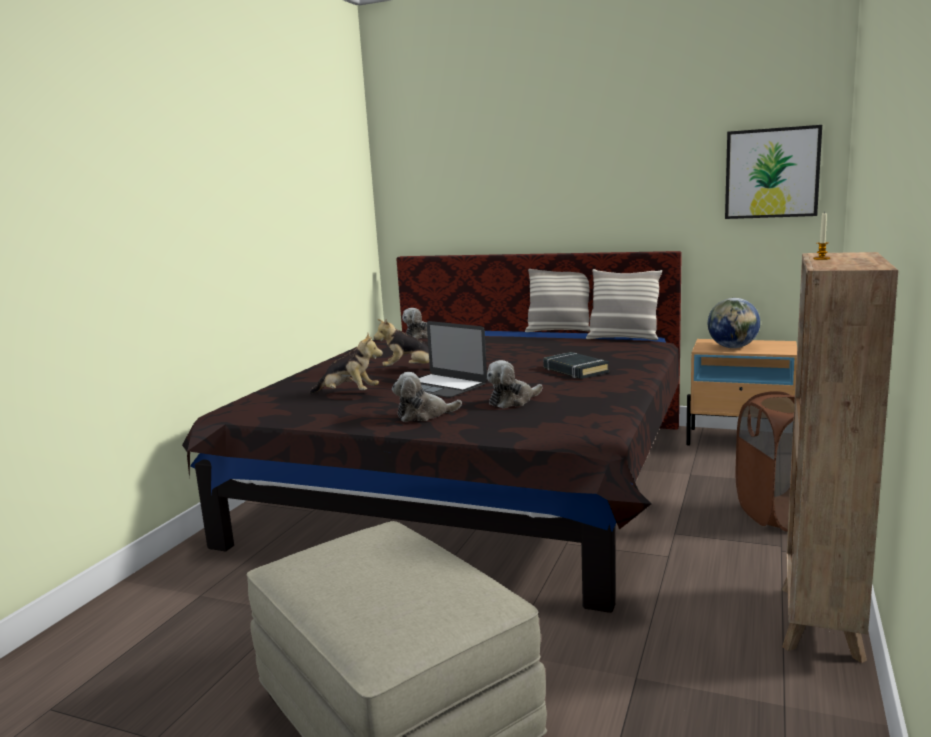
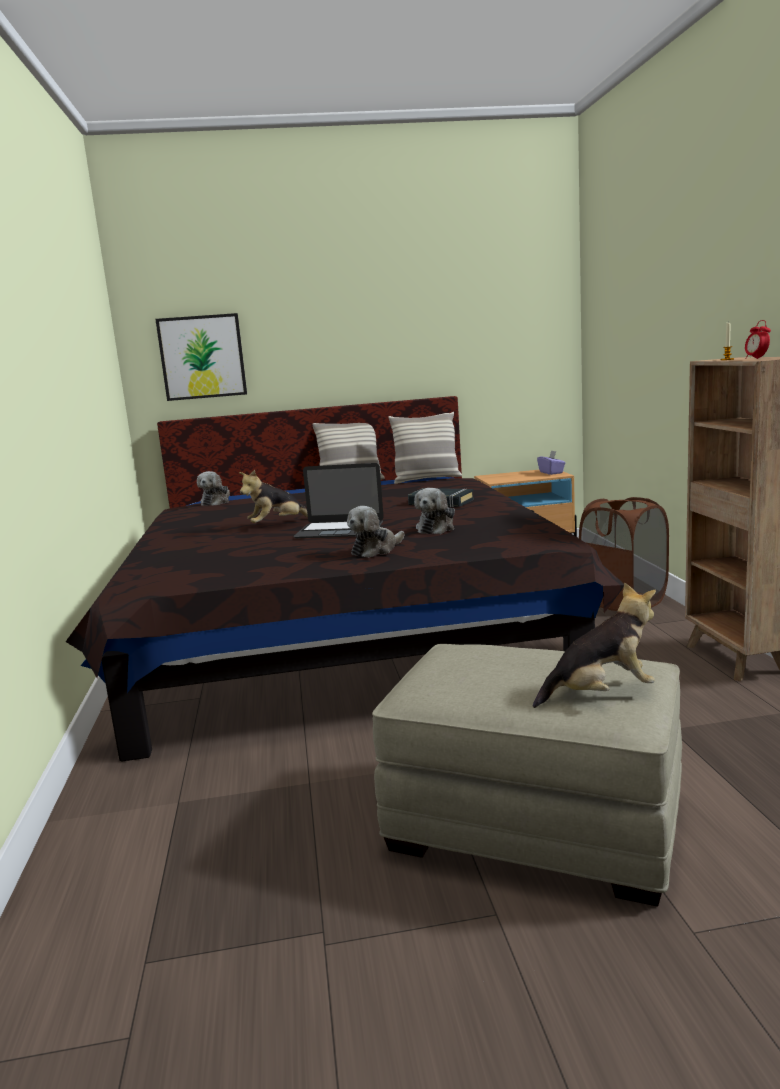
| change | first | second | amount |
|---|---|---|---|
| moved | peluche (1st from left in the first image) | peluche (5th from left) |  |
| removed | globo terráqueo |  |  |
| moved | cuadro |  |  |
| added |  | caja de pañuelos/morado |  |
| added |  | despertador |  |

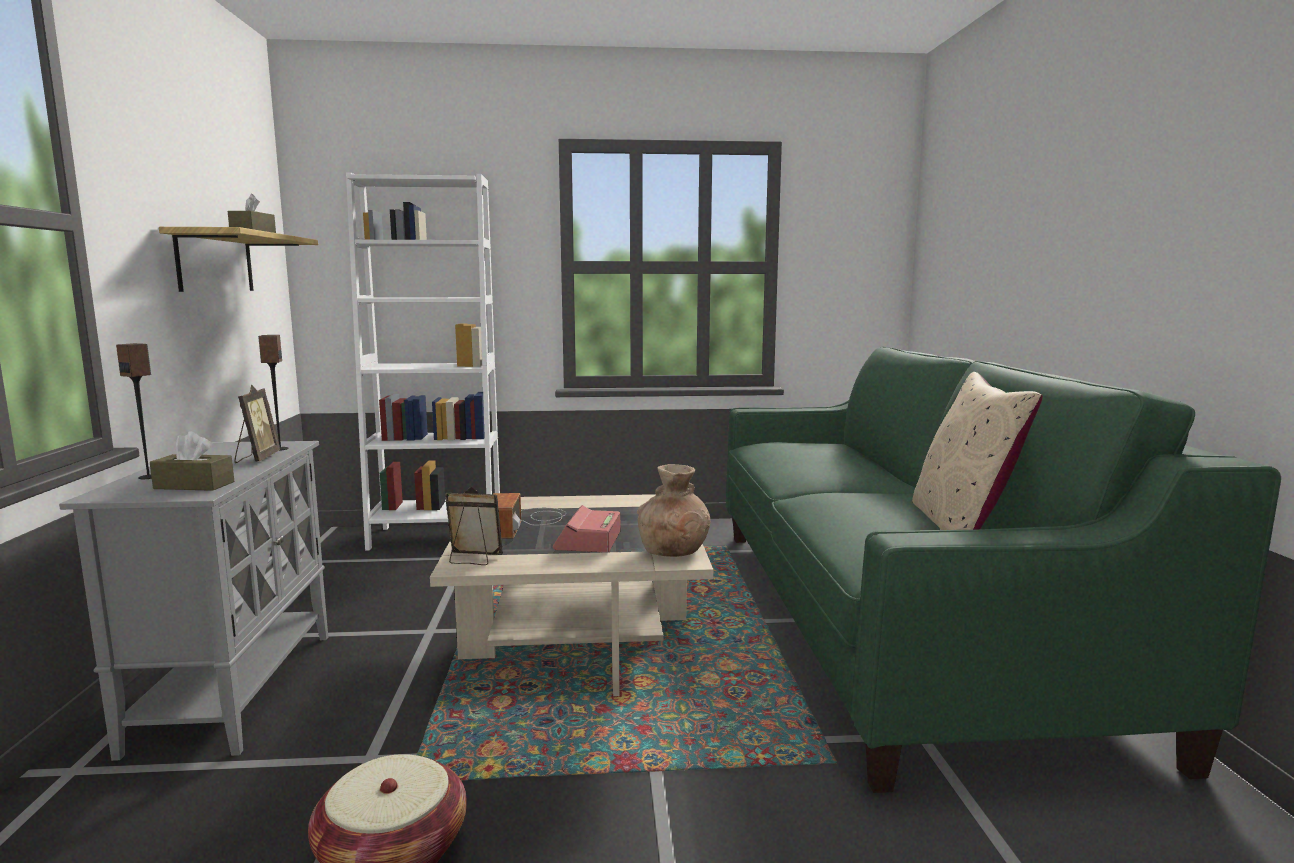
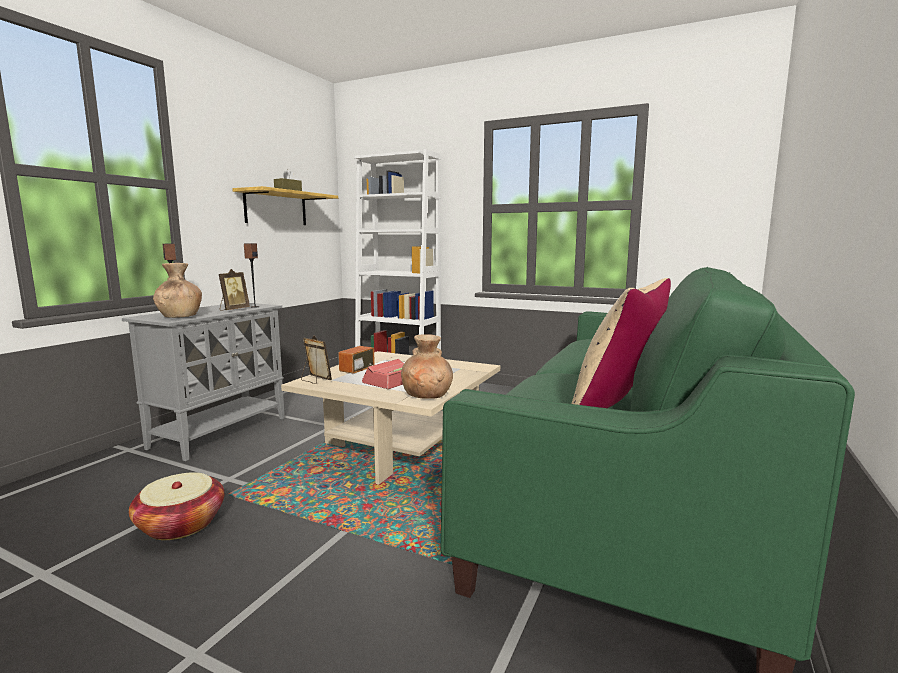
| change | first | second | amount |
|---|---|---|---|
| replaced | caja de pañuelos/marrón (1st from left) | florero/marrón (1st from left) |  |

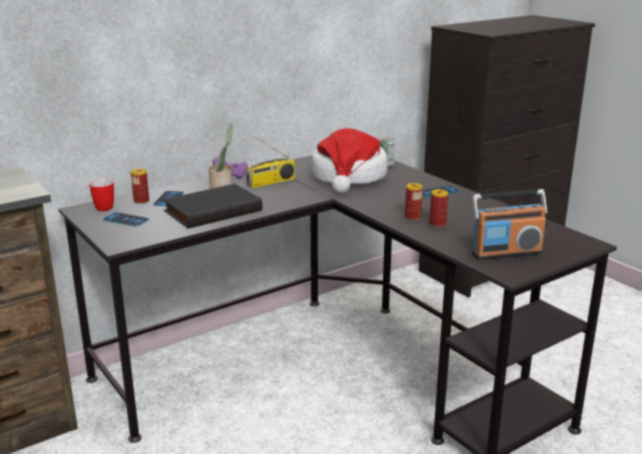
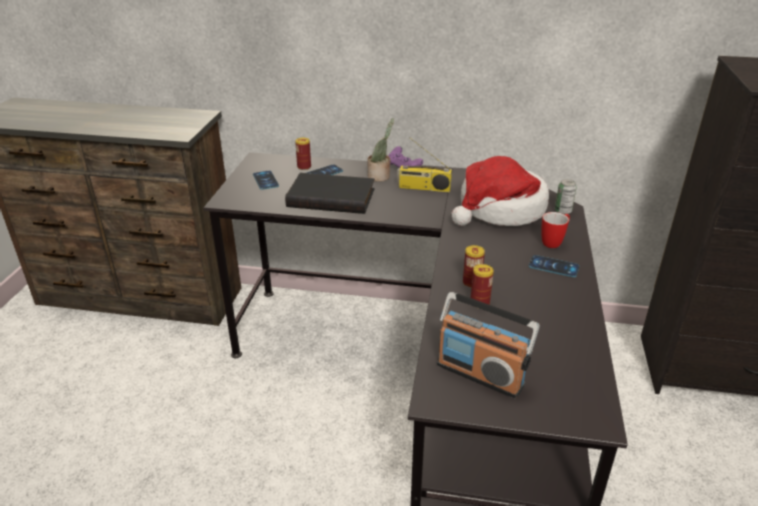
| change | first | second | amount |
|---|---|---|---|
| moved | taza grande |  |  |

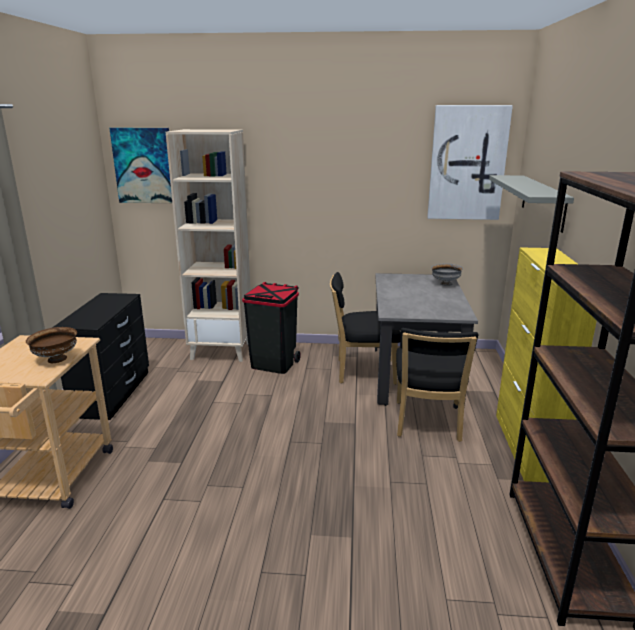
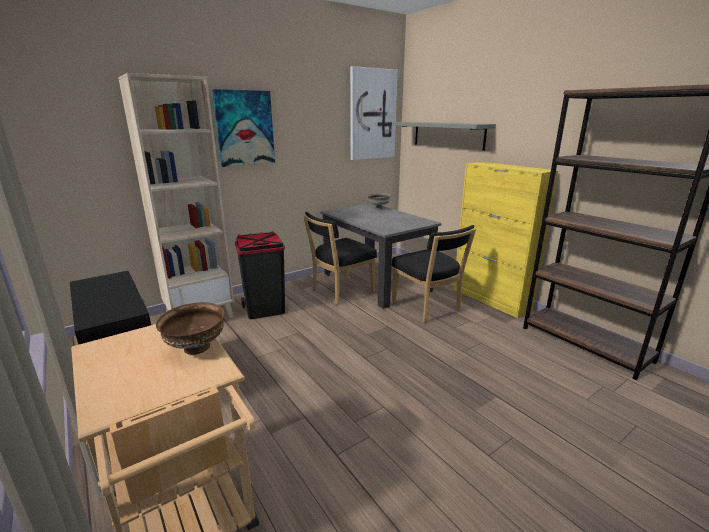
| change | first | second | amount |
|---|---|---|---|
| moved | cuadro (1st from left) |  |  |

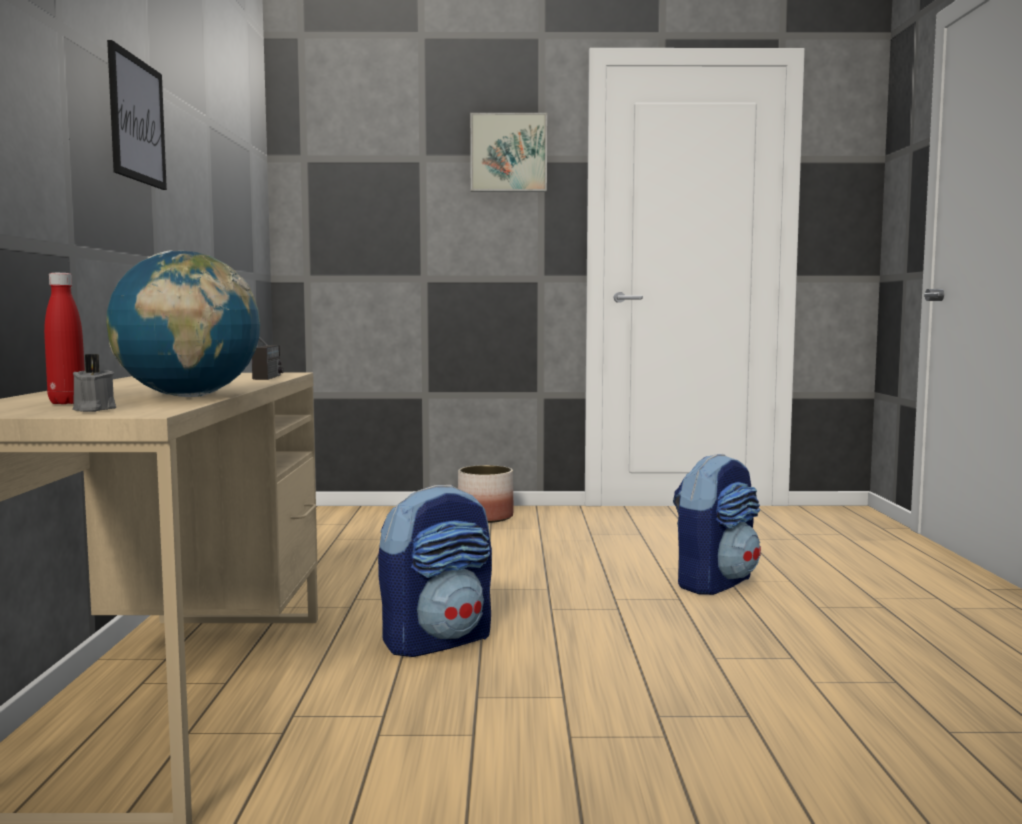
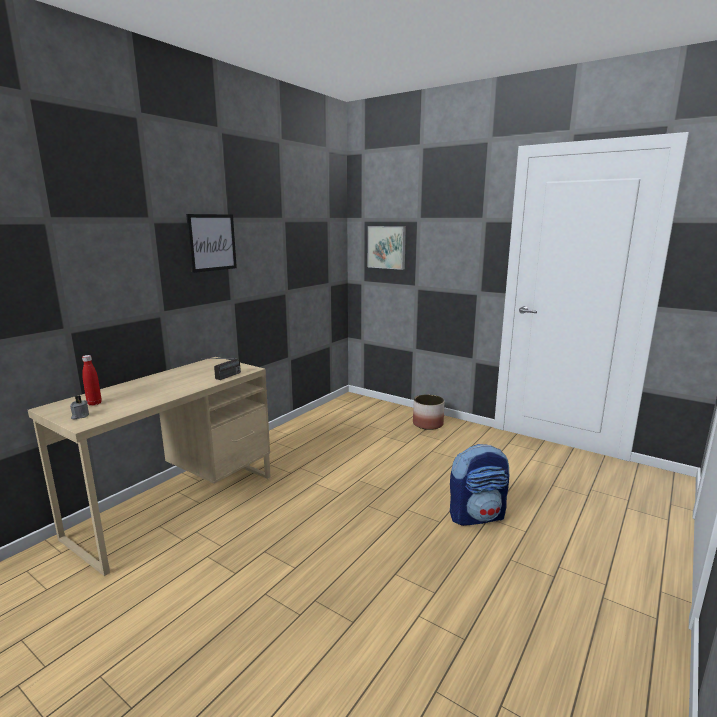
| change | first | second | amount |
|---|---|---|---|
| removed | globo terráqueo |  |  |
| removed | mochila (1st from left) |  |  |
| moved | cuadro (2nd from left) |  |  |

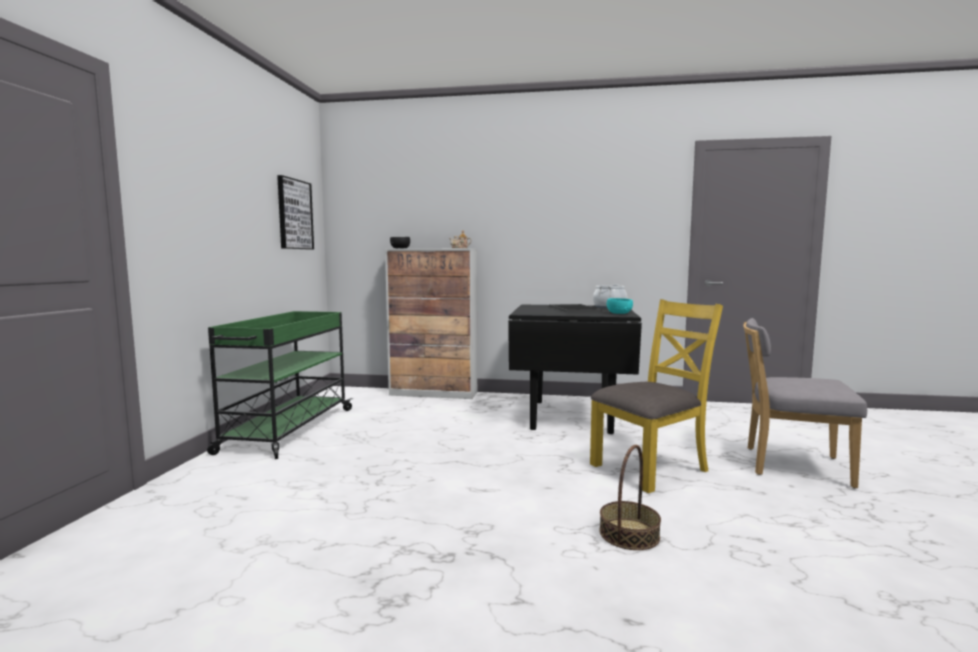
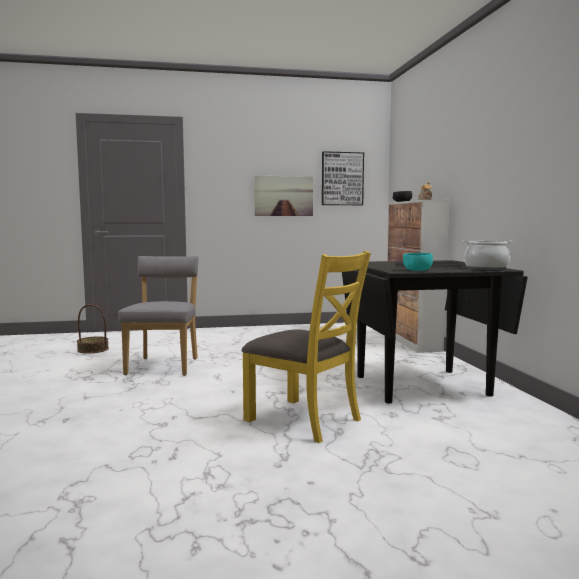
| change | first | second | amount |
|---|---|---|---|
| removed | carrito/verde |  |  |
| moved | cesta |  |  |
| moved | silla/gris |  |  |
| added |  | cuadro (1st from left) |  |

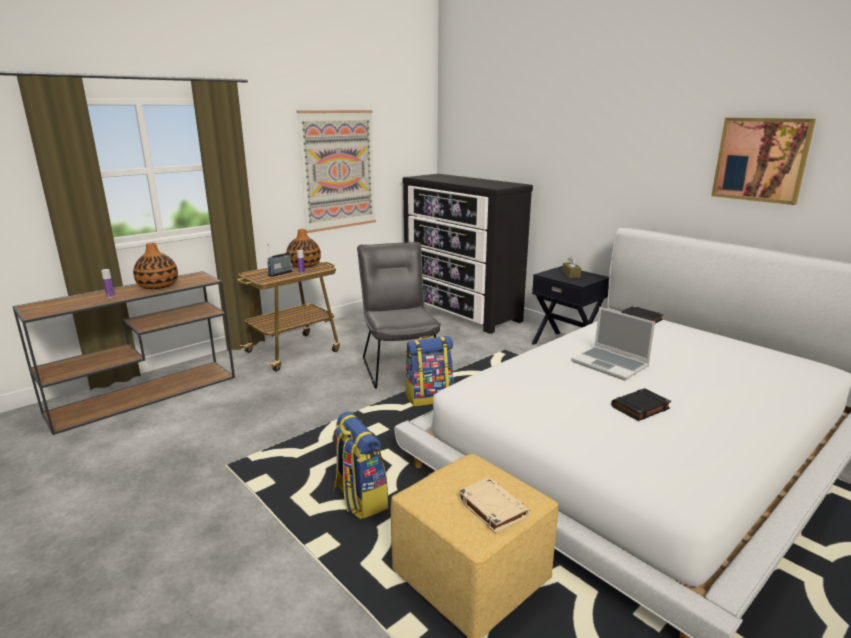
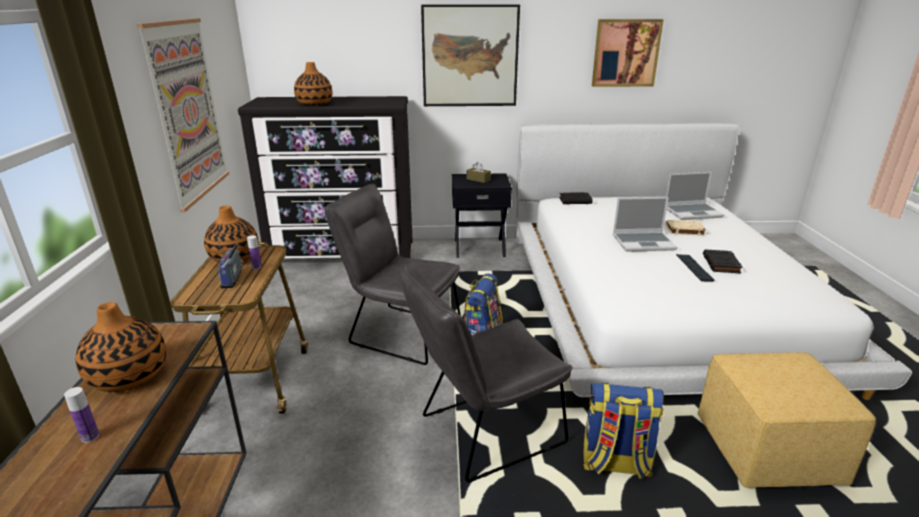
| change | first | second | amount |
|---|---|---|---|
| moved | libro/beis |  |  |
| added |  | florero (3rd from left) |  |
| added |  | silla/gris (2nd from left) |  |
| added |  | cuadro (2nd from left) |  |
| added |  | portátil (2nd from left) |  |
| added |  | teclado |  |

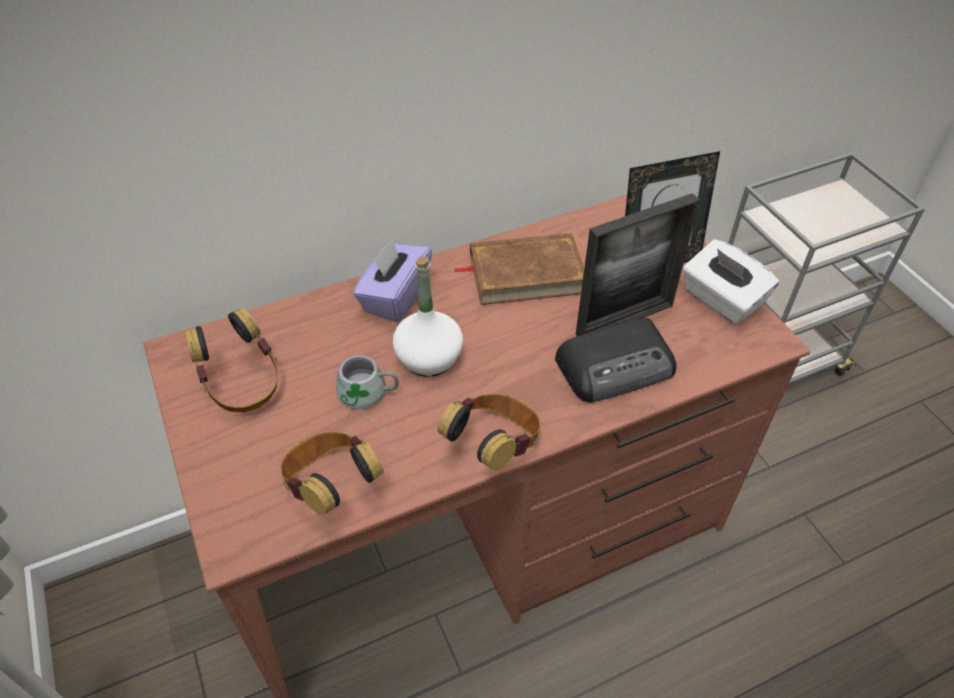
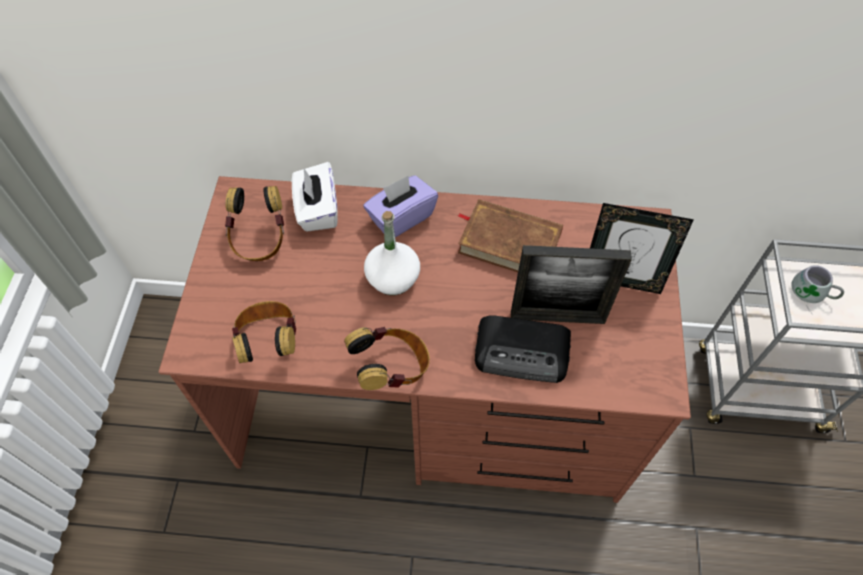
| change | first | second | amount |
|---|---|---|---|
| moved | taza grande/gris |  |  |
| moved | caja de pañuelos/blanco |  |  |

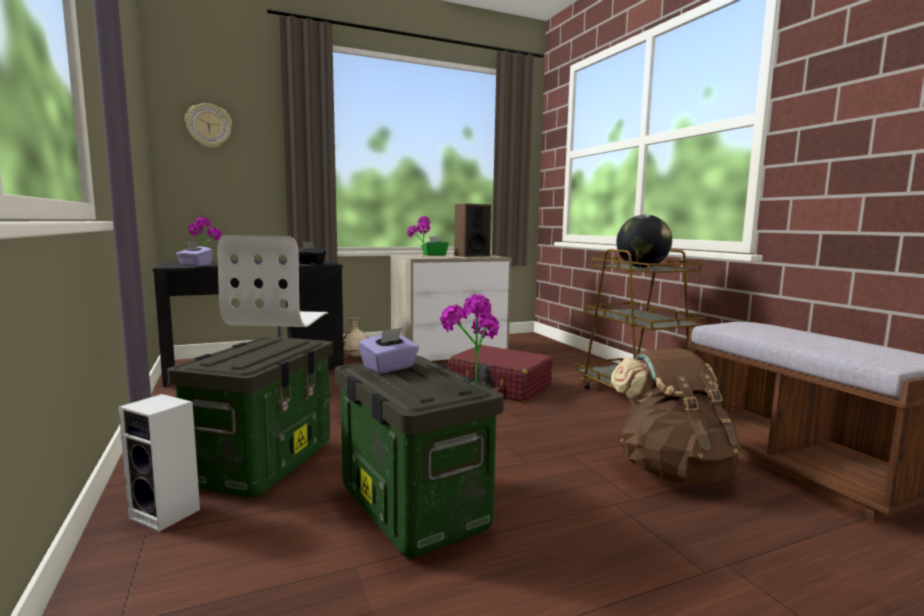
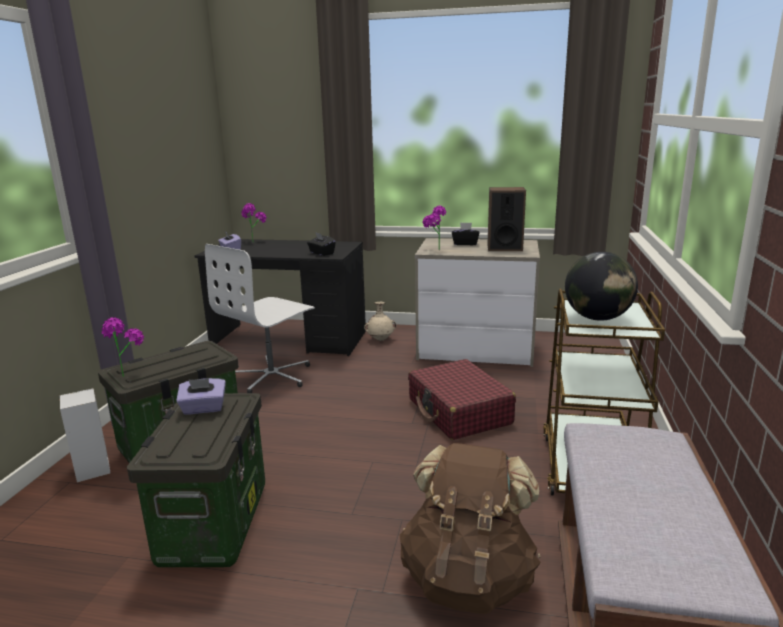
| change | first | second | amount |
|---|---|---|---|
| removed | reloj de pared |  |  |
| recoloured | caja de pañuelos/verde | caja de pañuelos/negro (2nd from left) |  |
| moved | planta en maceta (3rd from left in the first image) | planta en maceta (1st from left) |  |

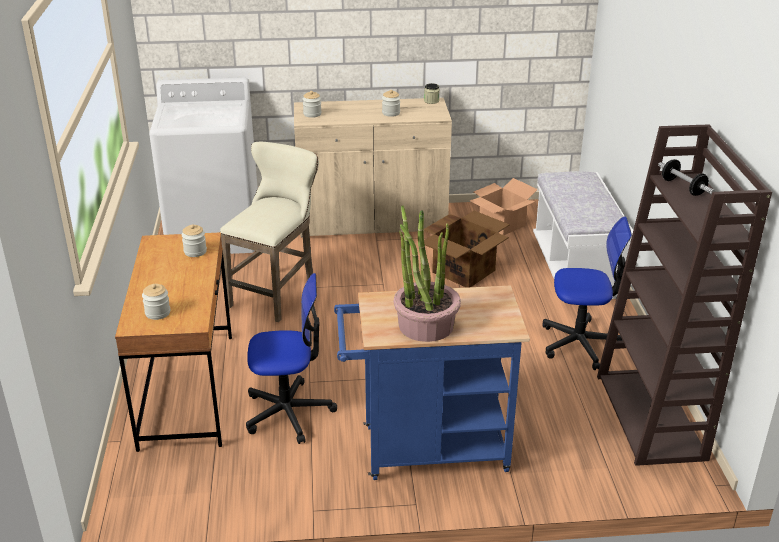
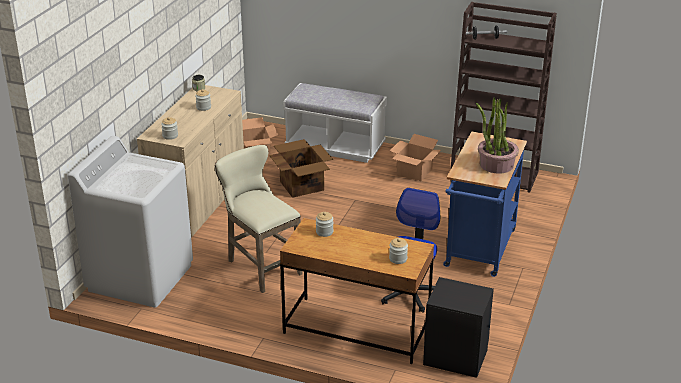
| change | first | second | amount |
|---|---|---|---|
| replaced | silla de oficina (2nd from left) | caja de cartón (3rd from left) |  |
| added |  | mesita de noche/negro |  |

